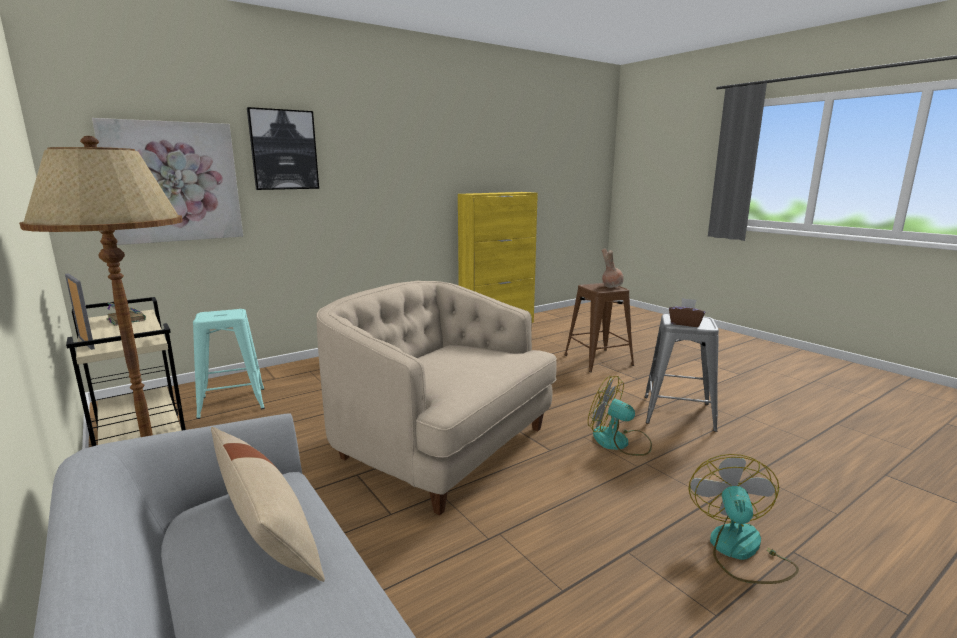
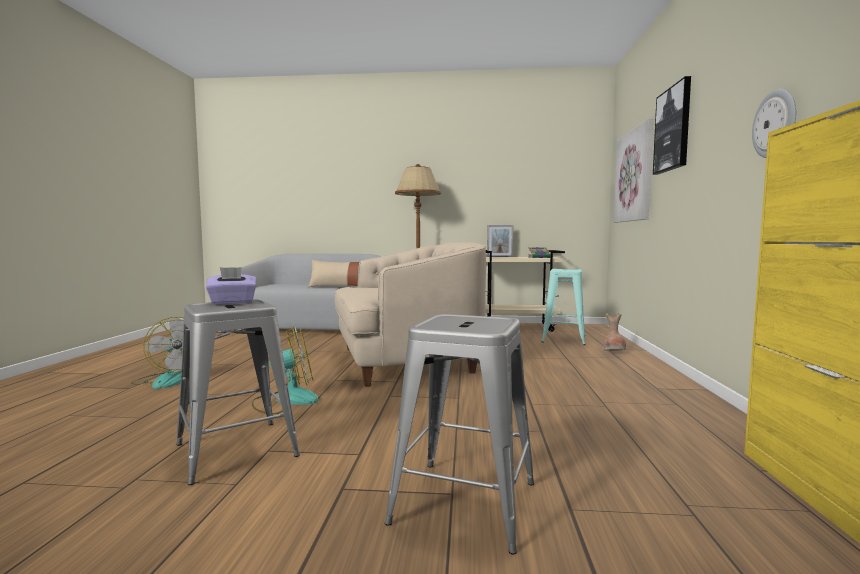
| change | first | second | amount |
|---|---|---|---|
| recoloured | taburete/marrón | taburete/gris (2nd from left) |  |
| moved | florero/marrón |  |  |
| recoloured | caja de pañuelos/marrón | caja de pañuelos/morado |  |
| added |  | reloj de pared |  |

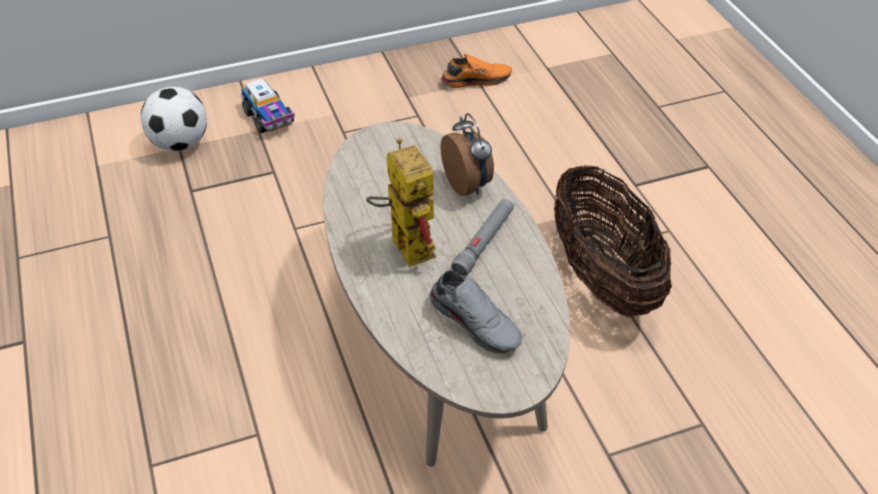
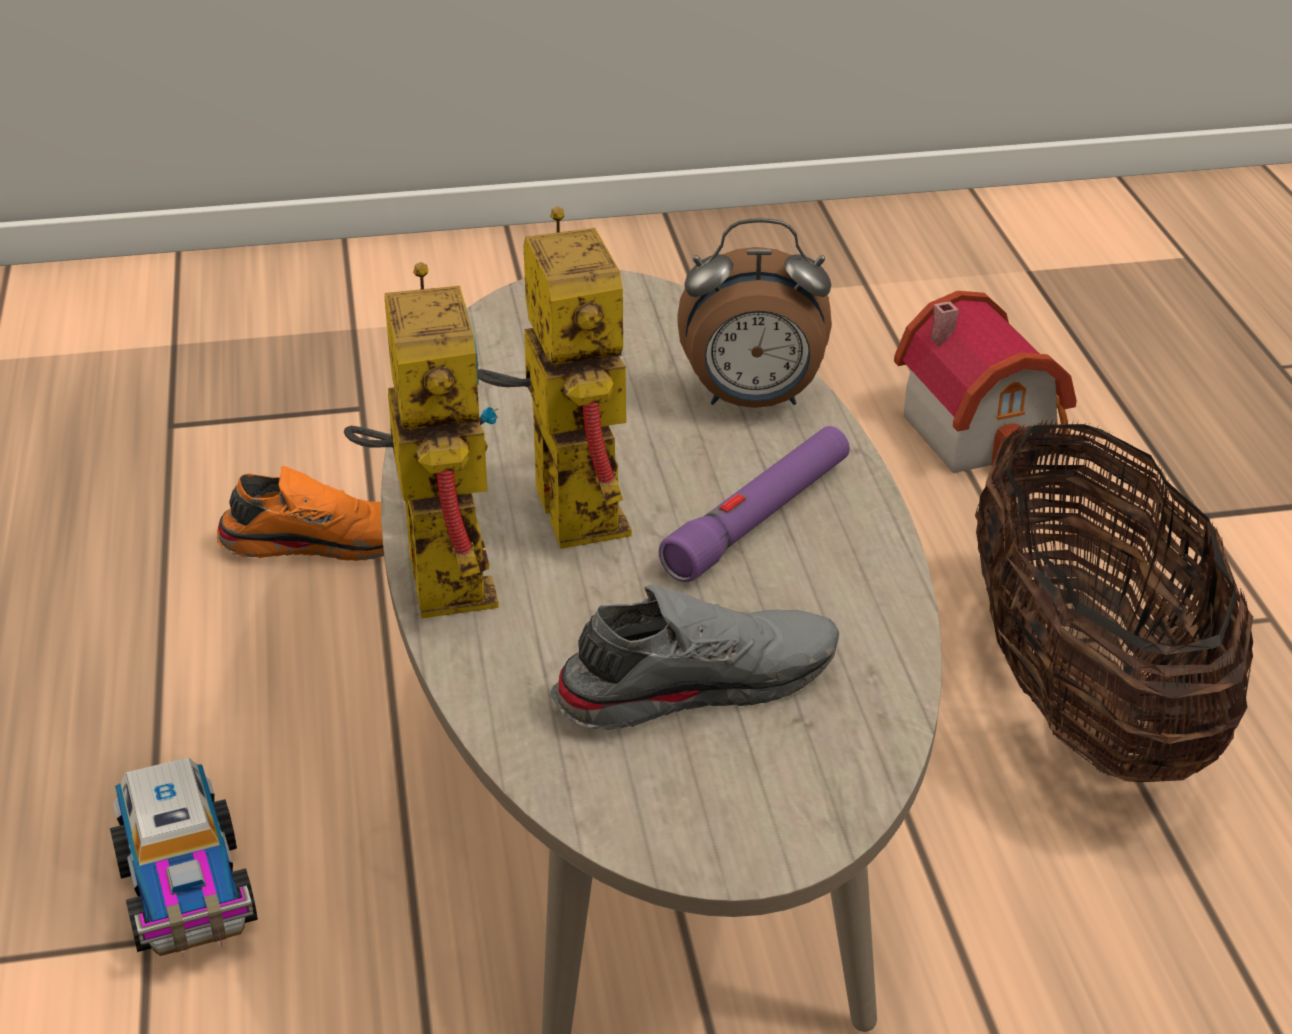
| change | first | second | amount |
|---|---|---|---|
| removed | balón de fútbol |  |  |
| moved | camión de juguete |  |  |
| turned | zapato/gris |  | 75 degrees counterclockwise |
| moved | zapato/naranja |  |  |
| turned | despertador |  | 105 degrees clockwise |
| recoloured | linterna/gris | linterna/morado |  |
| added |  | robot de juguete (1st from left) |  |
| added |  | casita |  |

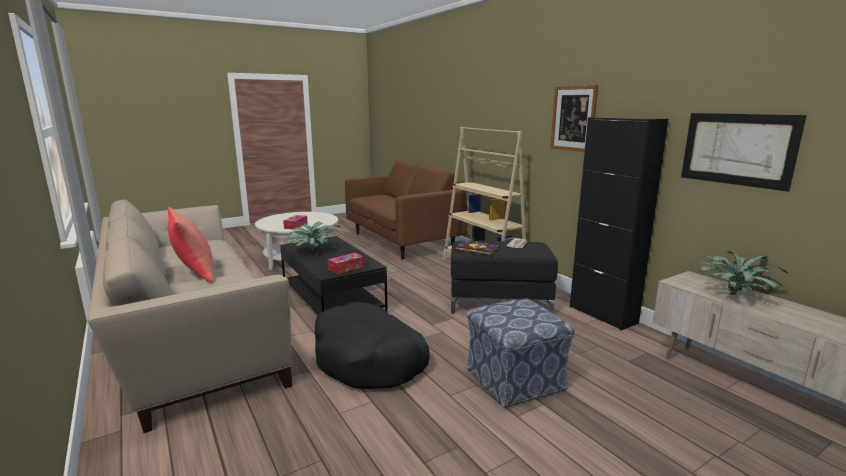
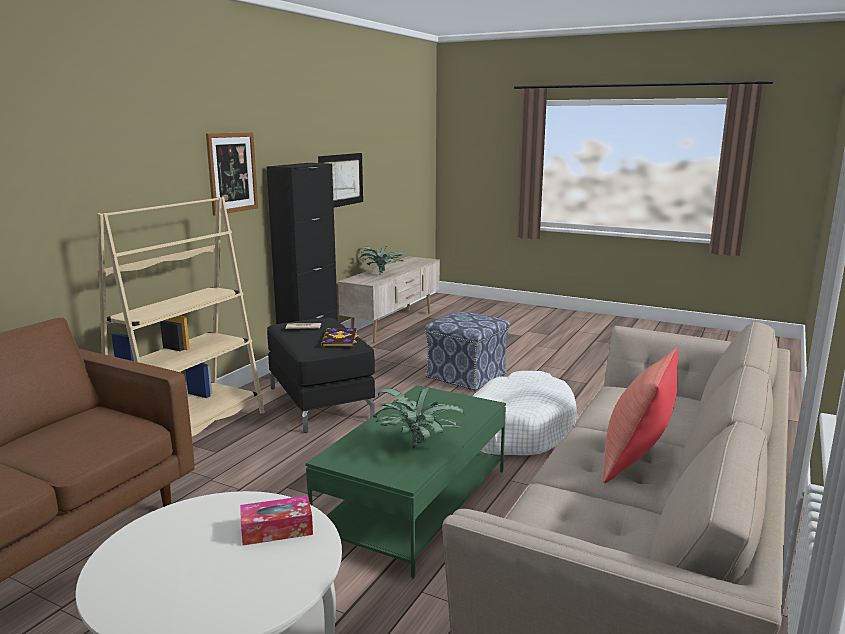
| change | first | second | amount |
|---|---|---|---|
| recoloured | mesa de centro/negro | mesa de centro/verde |  |
| recoloured | cama para perro/negro | cama para perro/blanco |  |
| removed | caja de pañuelos (2nd from left) |  |  |

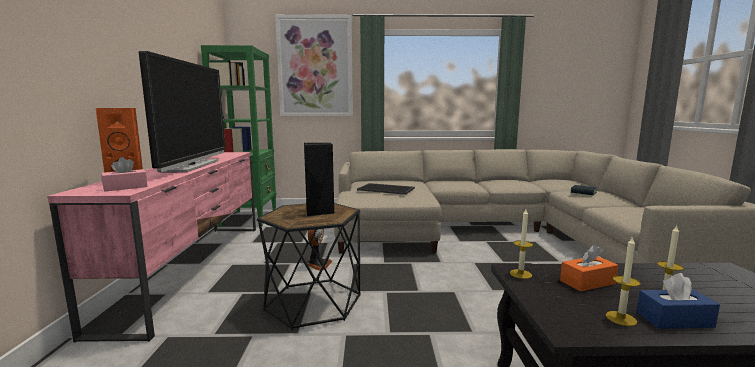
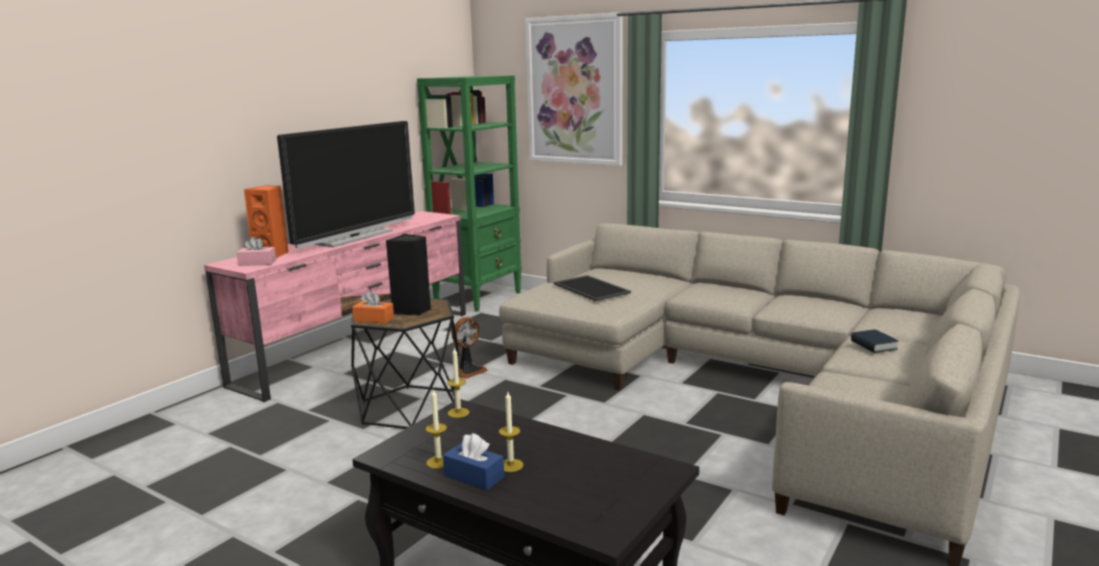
| change | first | second | amount |
|---|---|---|---|
| moved | caja de pañuelos/naranja |  |  |

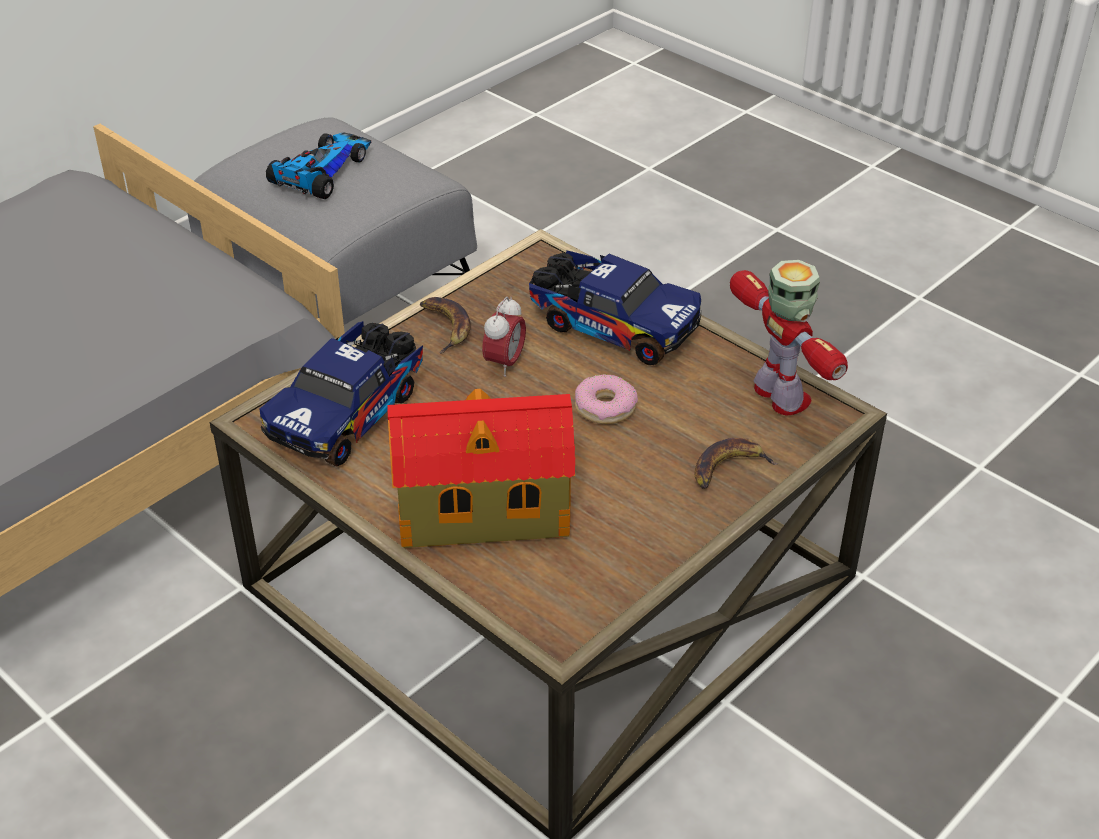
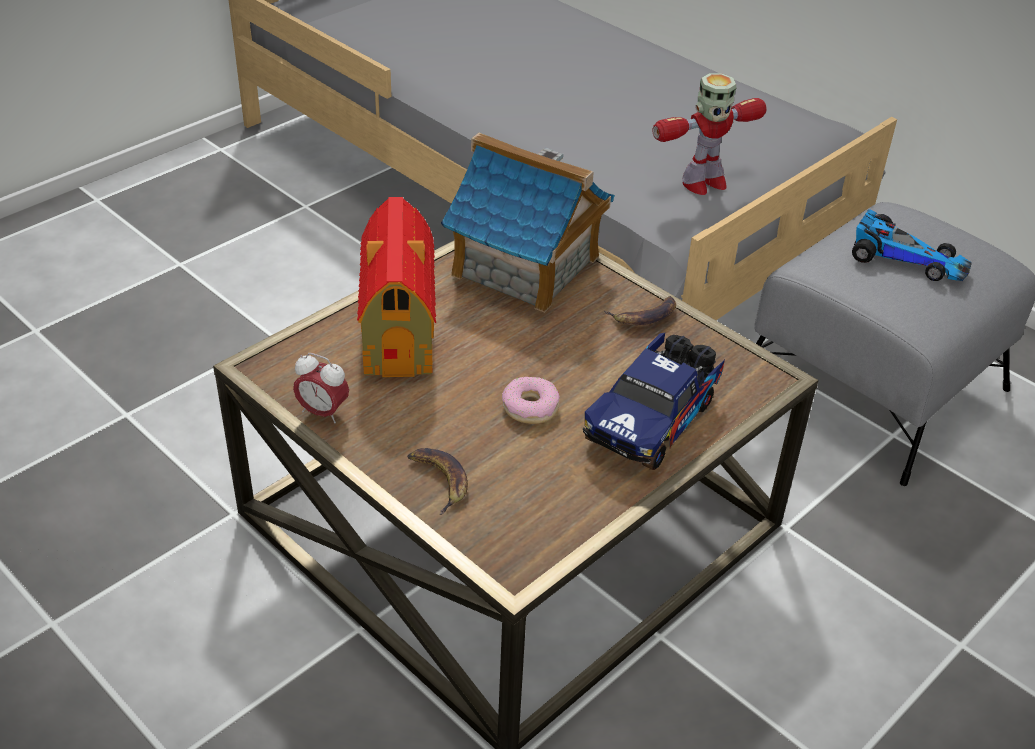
| change | first | second | amount |
|---|---|---|---|
| replaced | camión de juguete (1st from left) | casita (2nd from left) |  |
| moved | despertador |  |  |
| moved | robot de juguete |  |  |

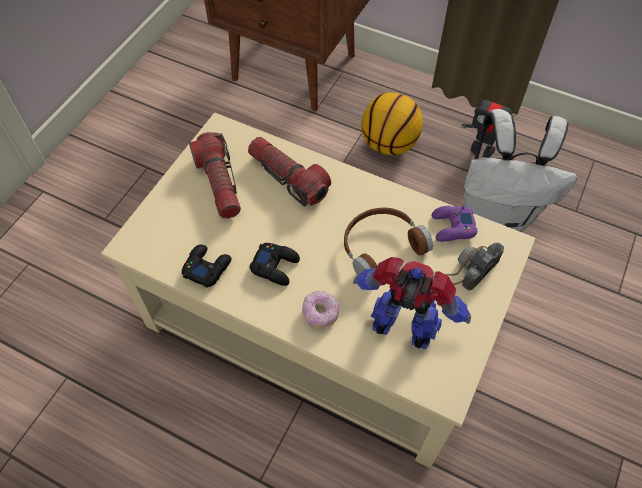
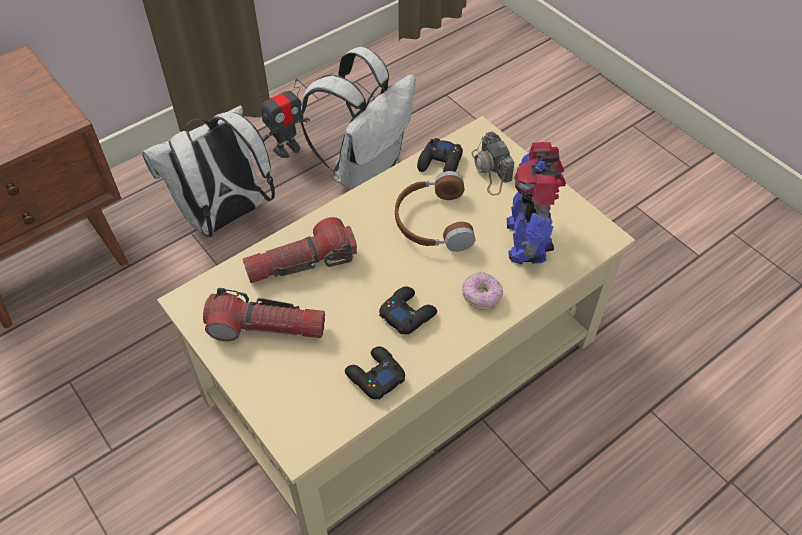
| change | first | second | amount |
|---|---|---|---|
| turned | robot de juguete (1st from left in the first image) | robot de juguete (2nd from left) | 45 degrees counterclockwise |
| replaced | balón de baloncesto | mochila/blanco (1st from left) |  |
| recoloured | mando de consola/morado | mando de consola/negro (3rd from left) |  |

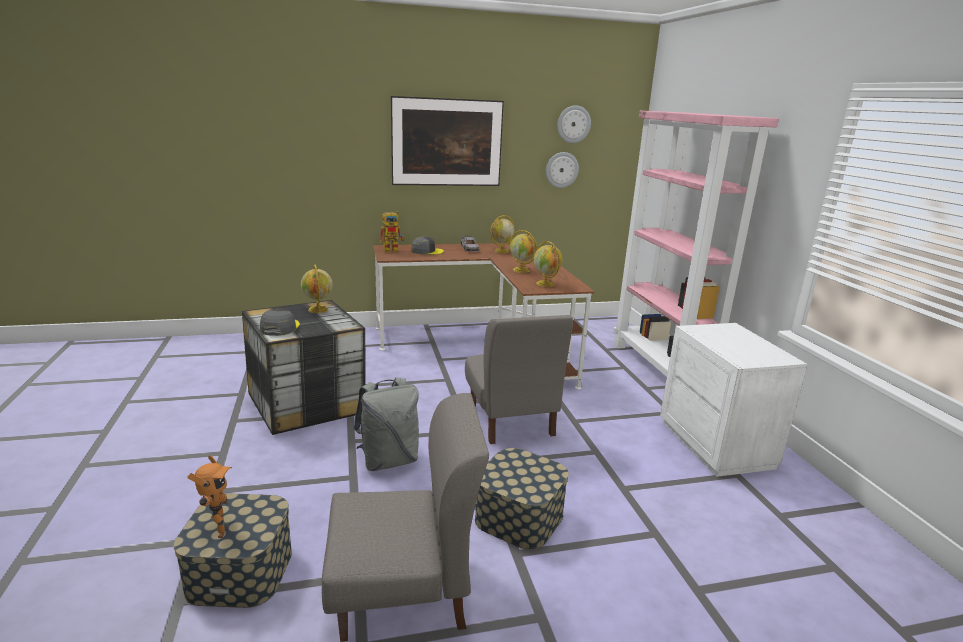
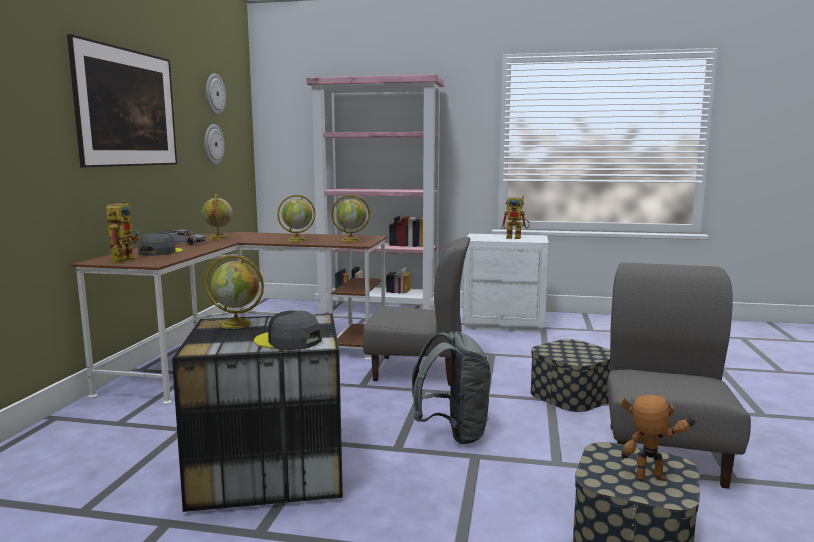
| change | first | second | amount |
|---|---|---|---|
| added |  | robot de juguete (2nd from left) |  |

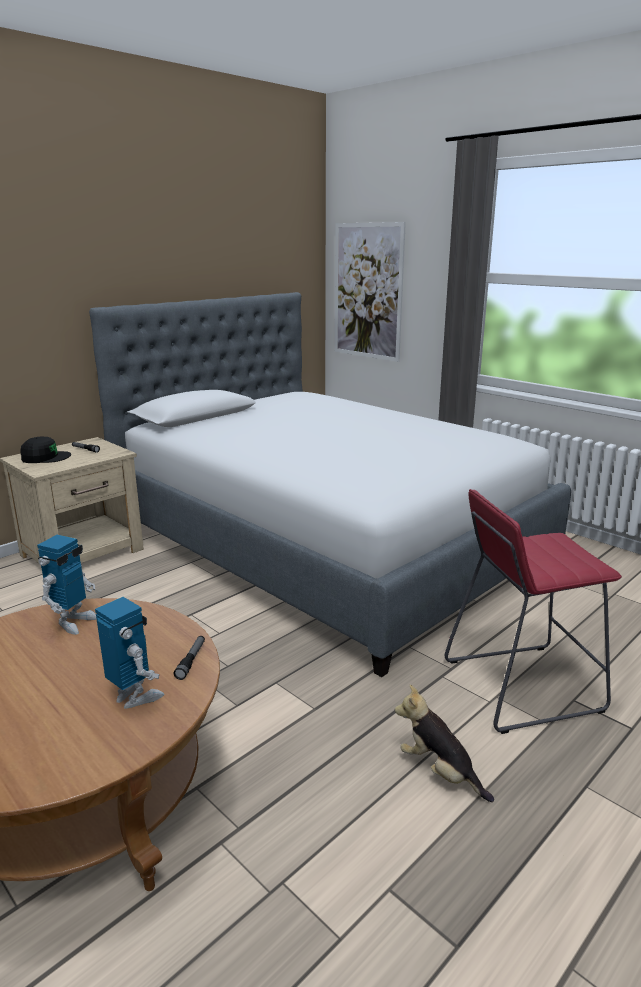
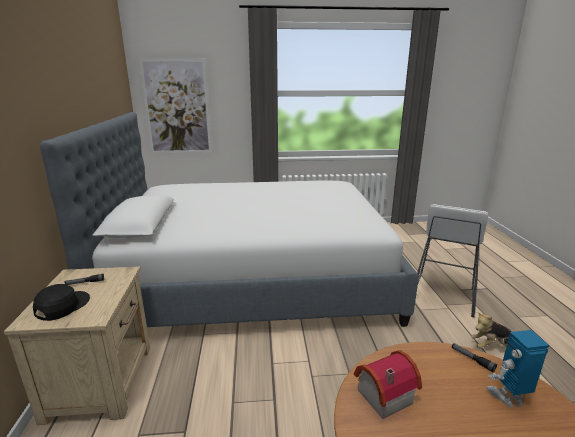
| change | first | second | amount |
|---|---|---|---|
| replaced | robot de juguete (1st from left) | casita |  |
| recoloured | taburete/rojo | taburete/blanco |  |

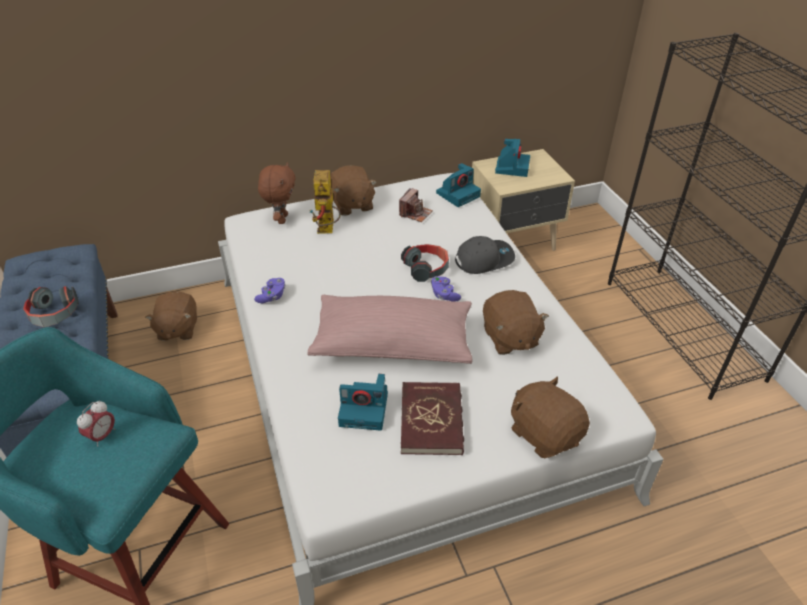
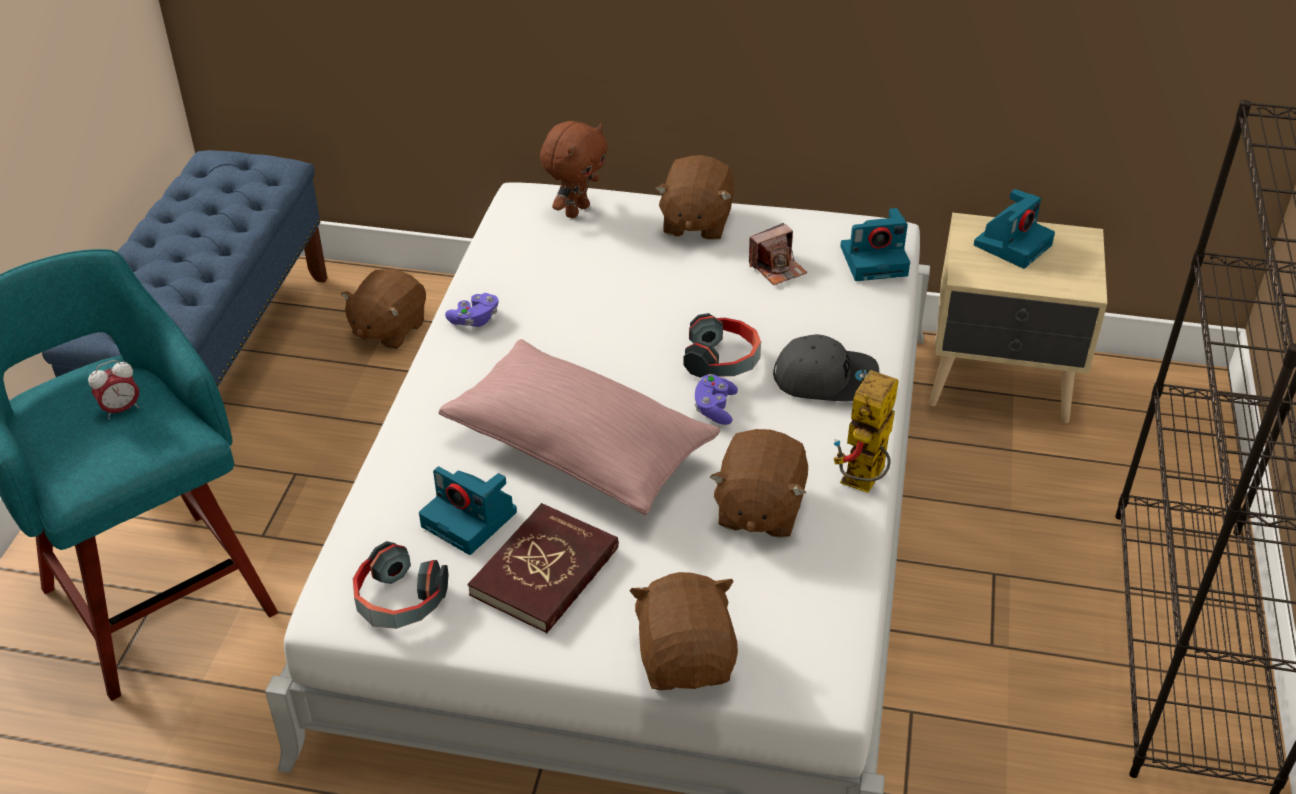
| change | first | second | amount |
|---|---|---|---|
| moved | auriculares (1st from left) |  |  |
| moved | robot de juguete |  |  |

